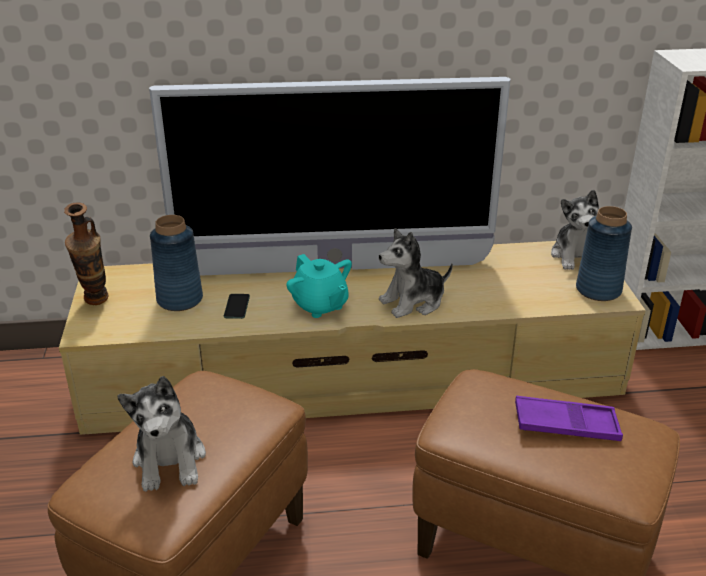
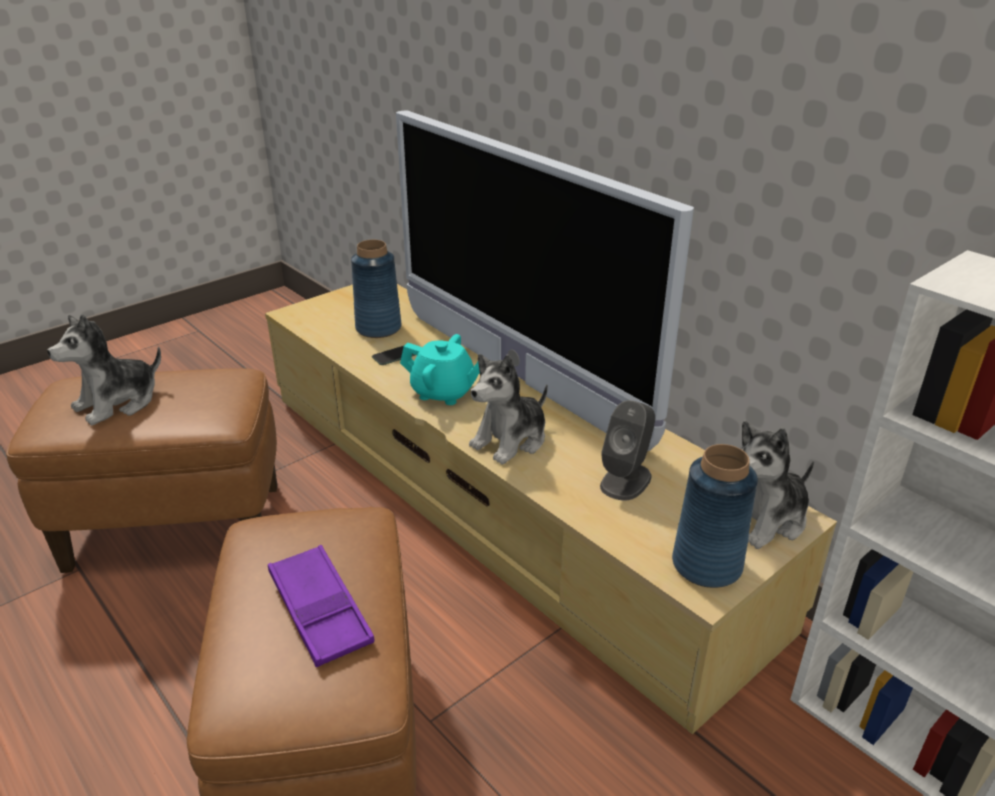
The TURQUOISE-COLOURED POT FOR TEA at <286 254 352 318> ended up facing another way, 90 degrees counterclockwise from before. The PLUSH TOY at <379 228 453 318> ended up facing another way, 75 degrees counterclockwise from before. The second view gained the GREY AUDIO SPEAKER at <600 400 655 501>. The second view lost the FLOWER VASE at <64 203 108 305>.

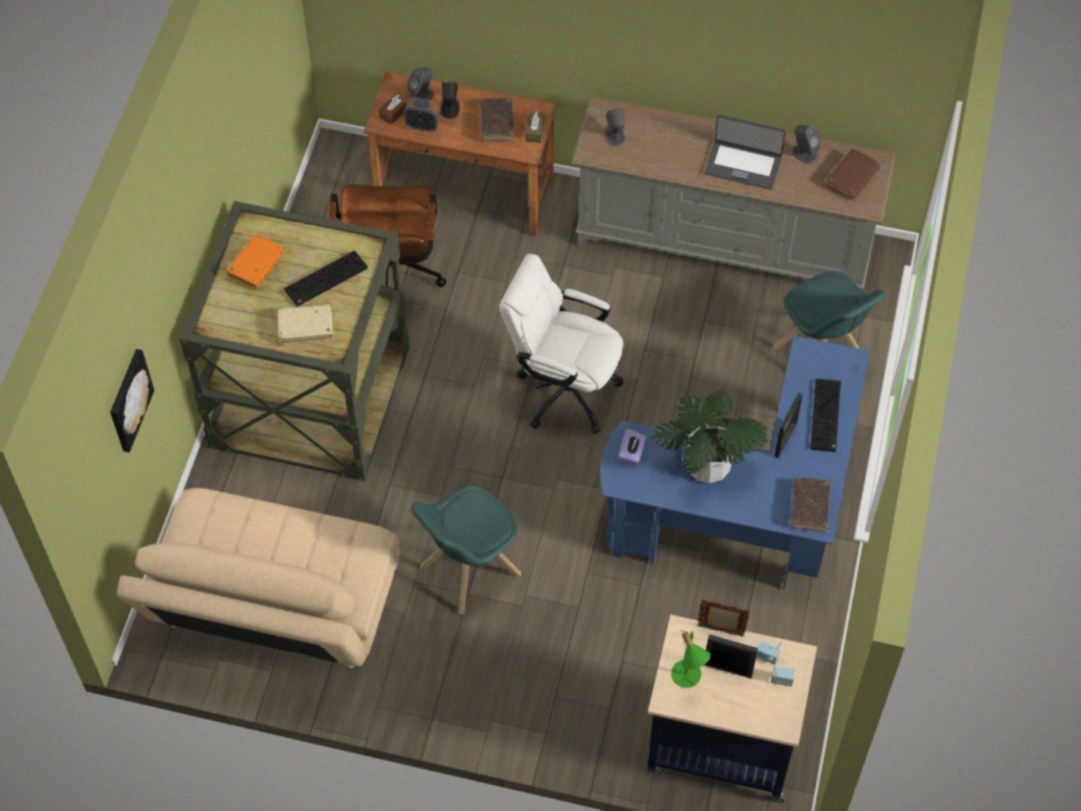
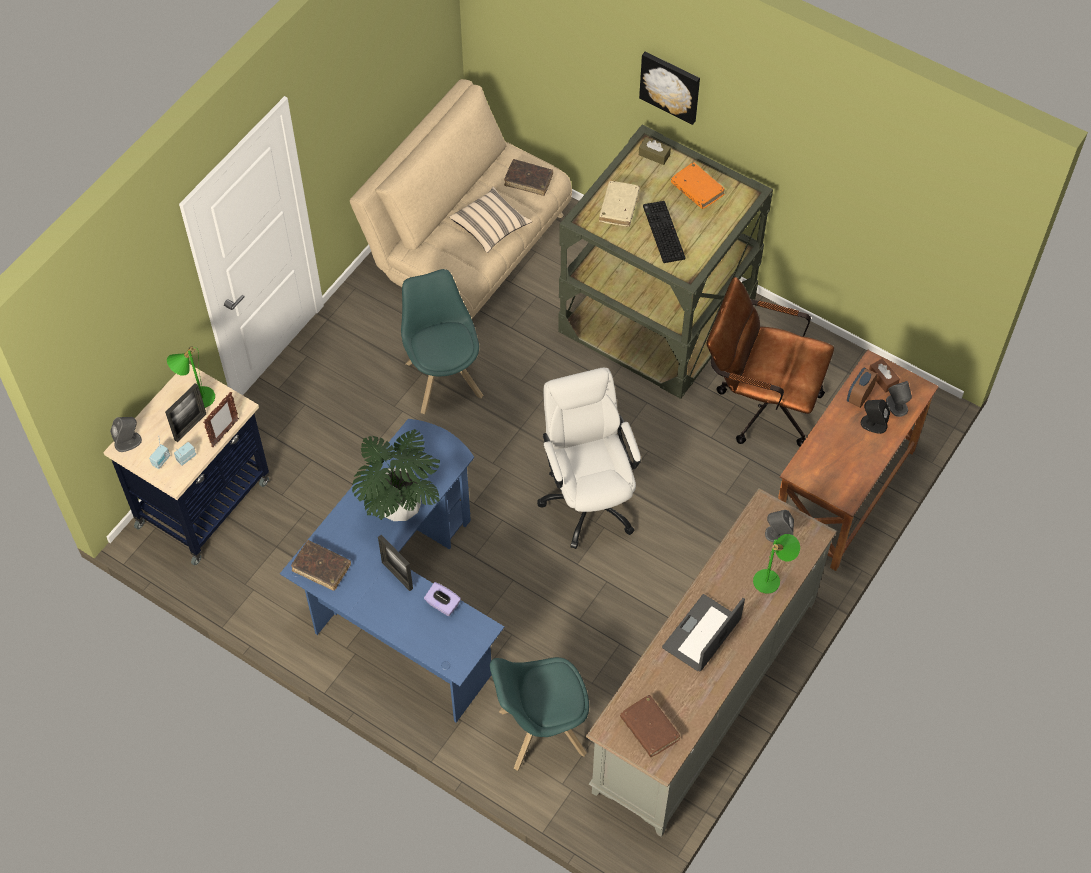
The GREY AUDIO SPEAKER ended up elsewhere, having gone from <792 125 821 164> to <110 417 142 452>. The PURPLE-COLOURED TISSUE BOX ended up elsewhere, having gone from <619 429 646 466> to <424 582 461 616>. The second view gained the BEIGE PILLOW at <449 187 532 253>. The BROWN BOUND BOOK ended up elsewhere, having gone from <480 98 514 141> to <504 159 553 196>. The WHITE-COLOURED COMPUTER CHAIR at <499 254 624 434> ended up facing another way, 60 degrees counterclockwise from before. The PICTURE ended up elsewhere, having gone from <110 349 154 453> to <639 52 700 125>. The BROWN TISSUE BOX ended up elsewhere, having gone from <525 111 545 143> to <639 137 671 165>. The second view gained the GREEN TABLETOP LAMP at <753 534 800 594>. The second view lost the COMPUTER KEYBOARD at <811 379 841 452>.

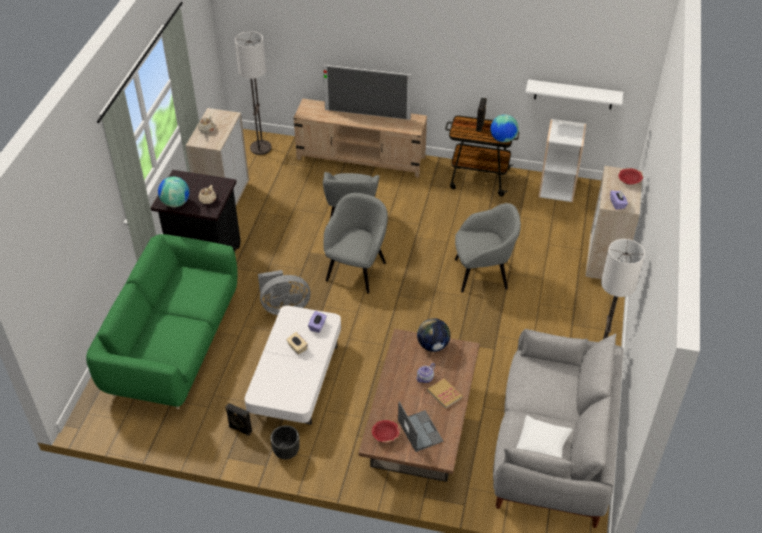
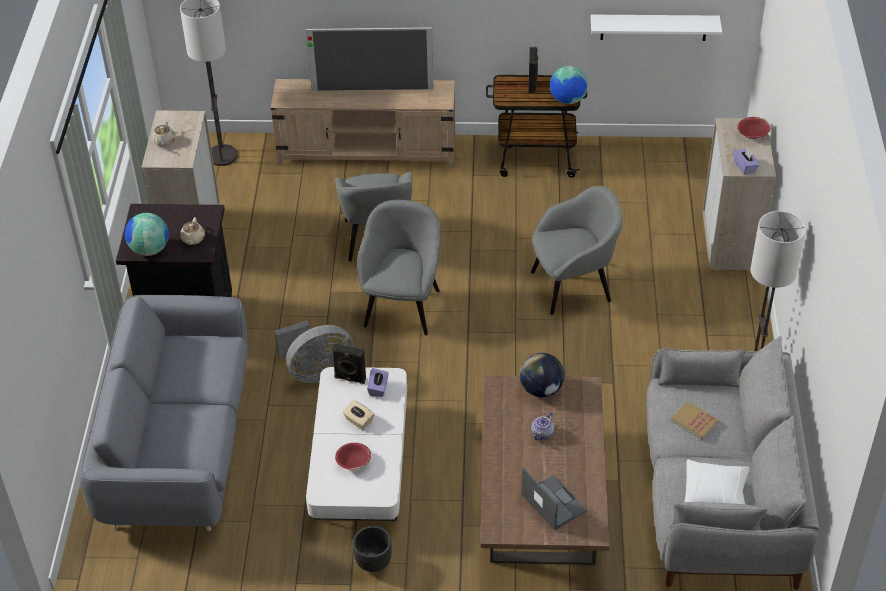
What was the GREEN COUCH at <86 234 237 410> turned into the GREY COUCH at <79 295 248 531>. The BLACKISH AUDIO SPEAKER ended up elsewhere, having gone from <225 403 252 436> to <332 344 366 384>. The RED-COLOURED DEEP DISH ended up elsewhere, having gone from <372 420 400 442> to <335 443 371 470>. The BOUND BOOK ended up elsewhere, having gone from <427 378 463 409> to <671 401 719 440>. The second view lost the BOOKSHELF at <538 119 586 202>.

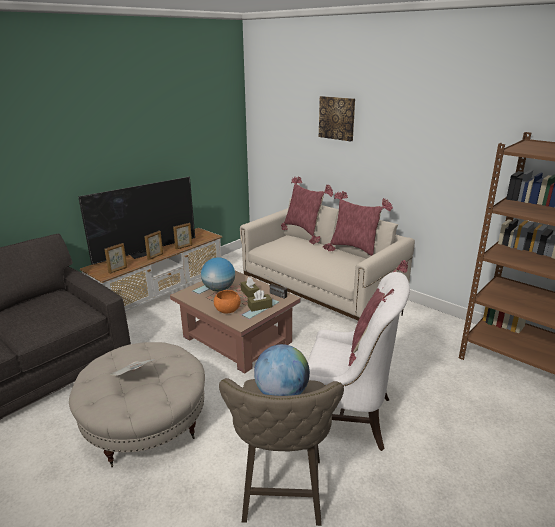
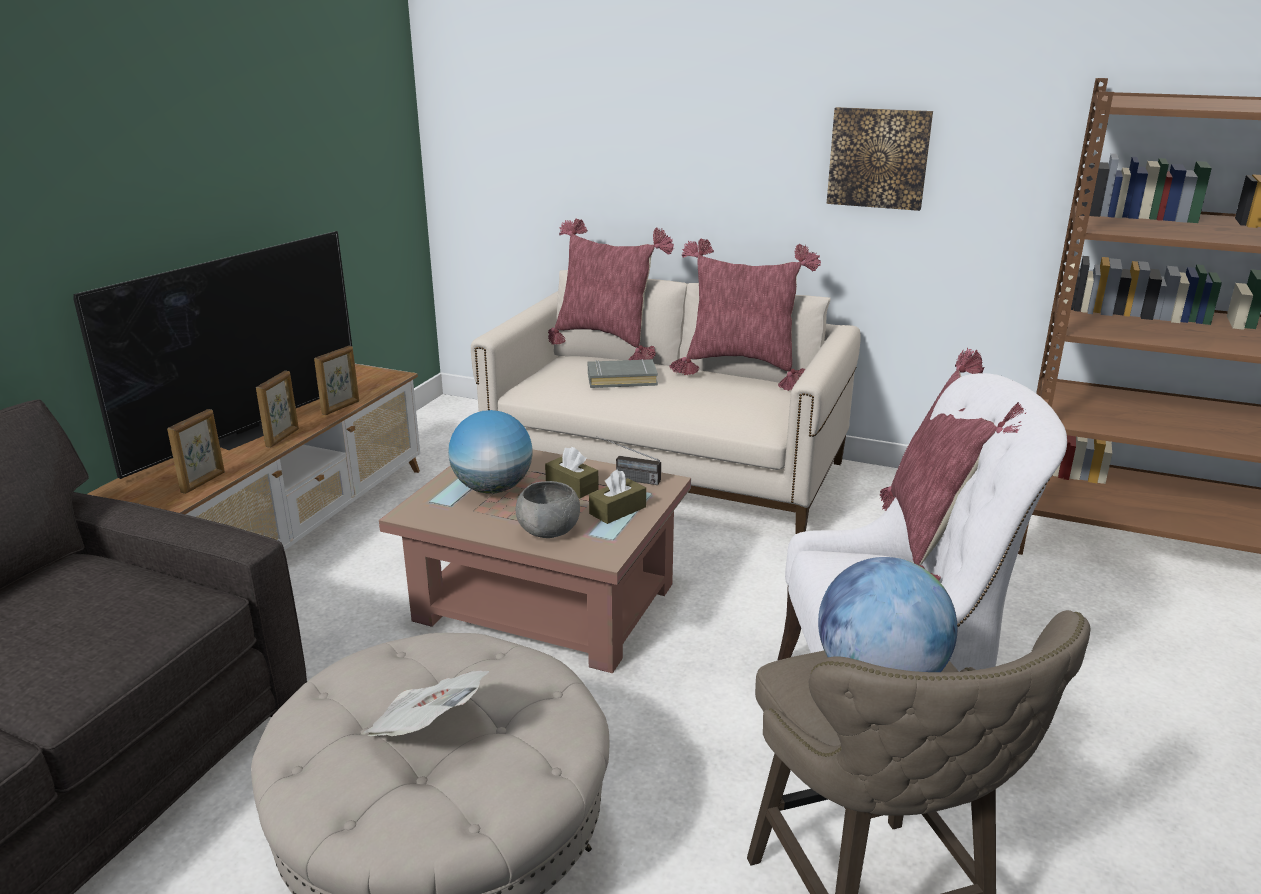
What was the ORANGE-COLOURED DEEP DISH at <214 290 241 314> turned into the GREY DEEP DISH at <516 481 580 538>. The second view gained the GREY BOUND BOOK at <588 359 658 388>. The PICTURE ended up elsewhere, having gone from <319 96 355 142> to <827 107 933 211>.

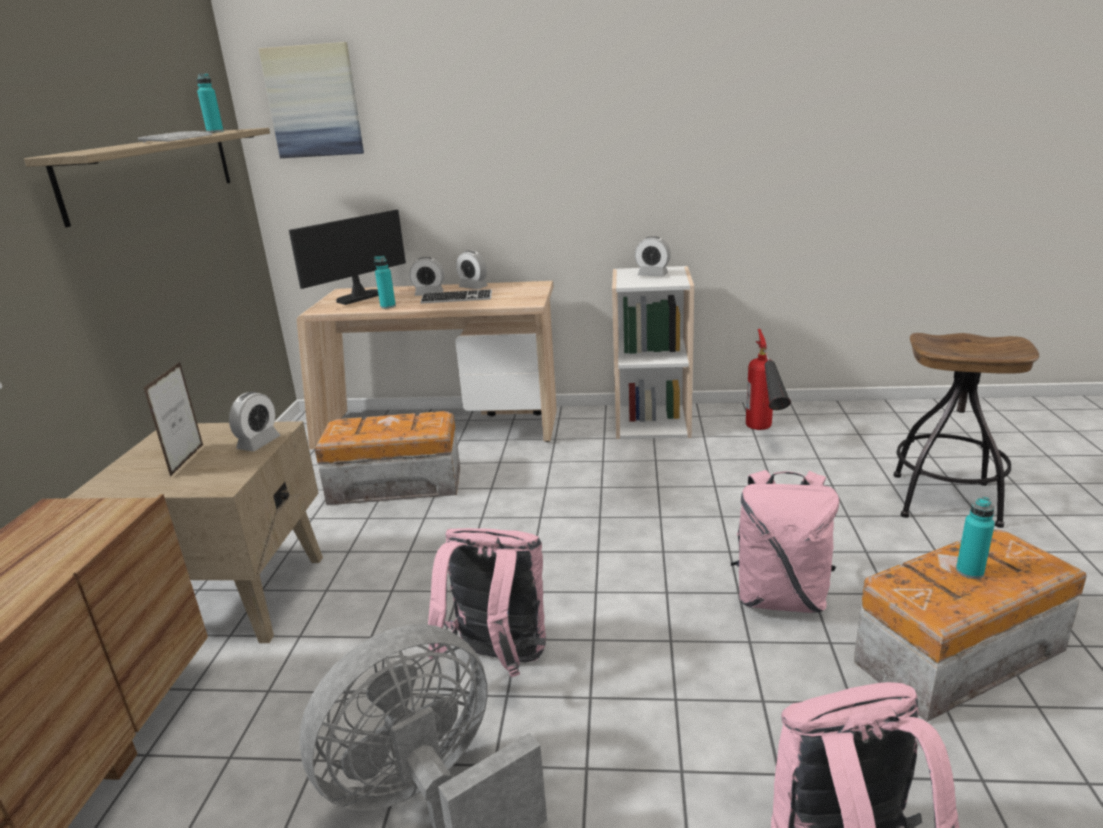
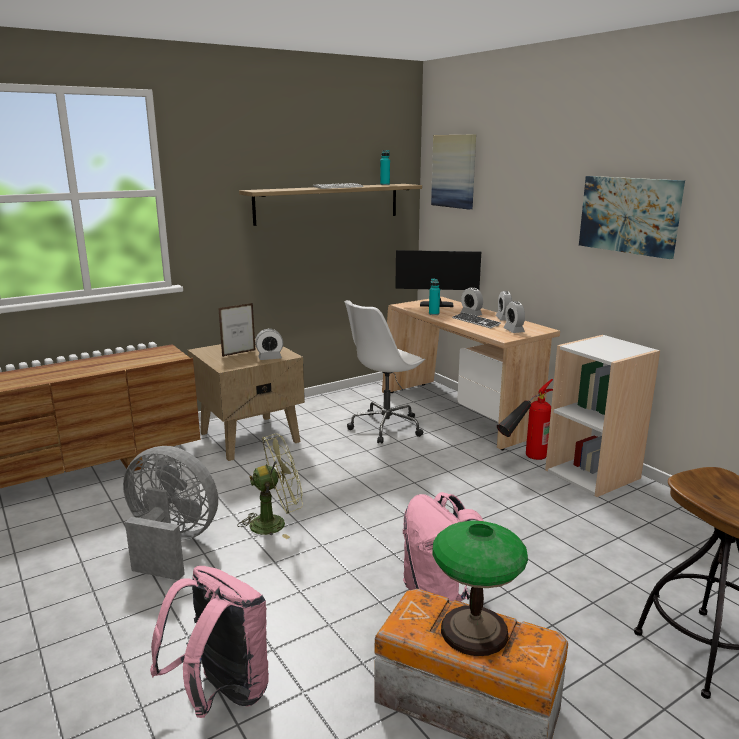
Where the PINKISH RUCKSACK stood at <427 528 546 677>, the GREEN COOLING FAN came to stand at <238 434 303 539>. Where the STORAGE BIN stood at <315 411 460 505>, the WHITE-COLOURED COMPUTER CHAIR came to stand at <344 300 426 444>. Where the TURQUOISE-COLOURED DRINK BOTTLE stood at <956 497 995 579>, the TABLETOP LAMP came to stand at <432 521 528 656>. The FIRE-FIGHTING CYLINDER ended up elsewhere, having gone from <746 329 791 430> to <497 379 553 460>. The TABLE CLOCK ended up elsewhere, having gone from <635 236 671 276> to <503 301 525 333>. The second view gained the PICTURE at <579 176 685 259>.

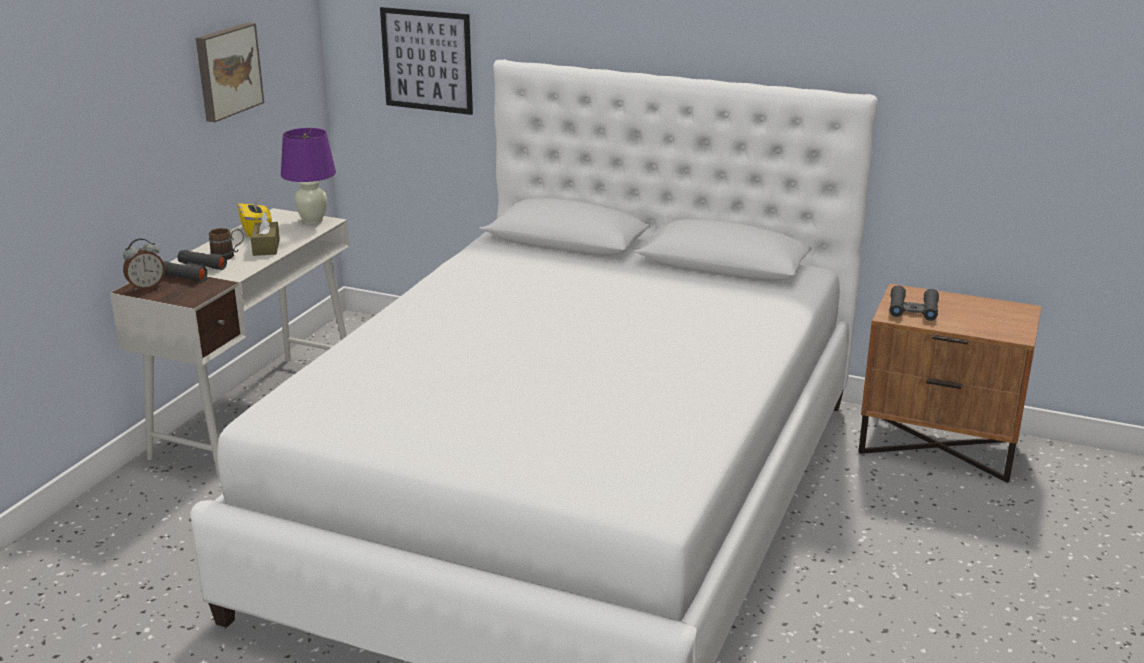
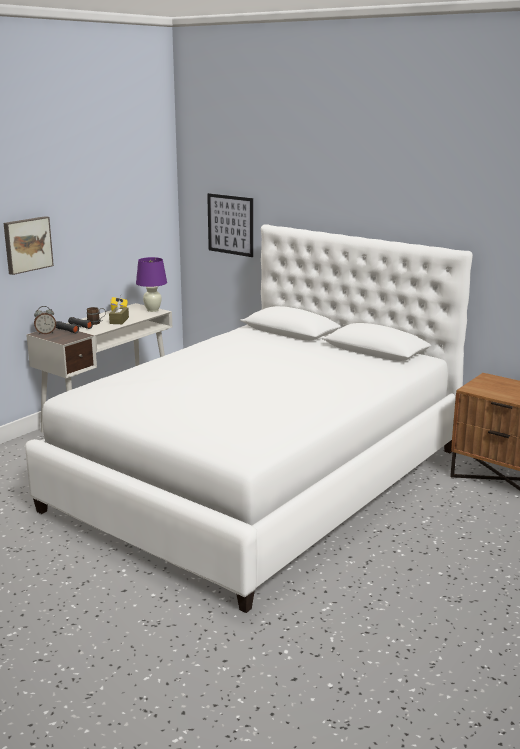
The PICTURE ended up elsewhere, having gone from <196 23 264 122> to <3 216 54 275>. The second view lost the BLACKISH PAIR OF BINOCULARS at <889 285 939 321>.

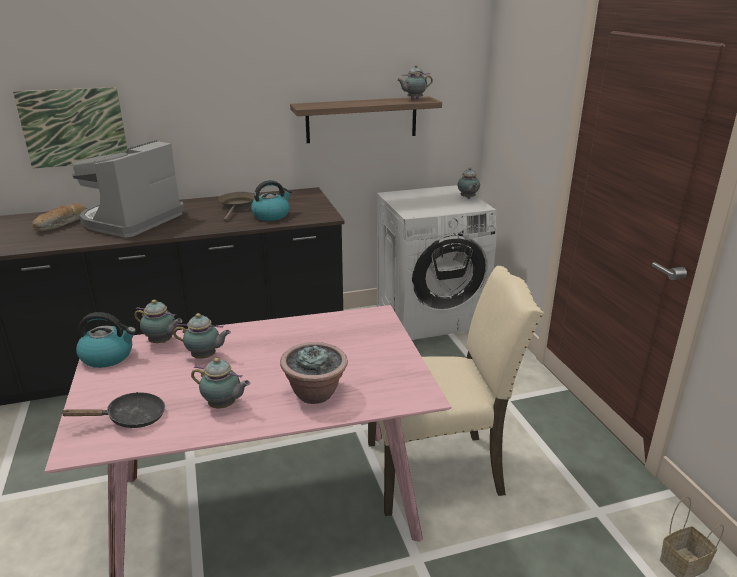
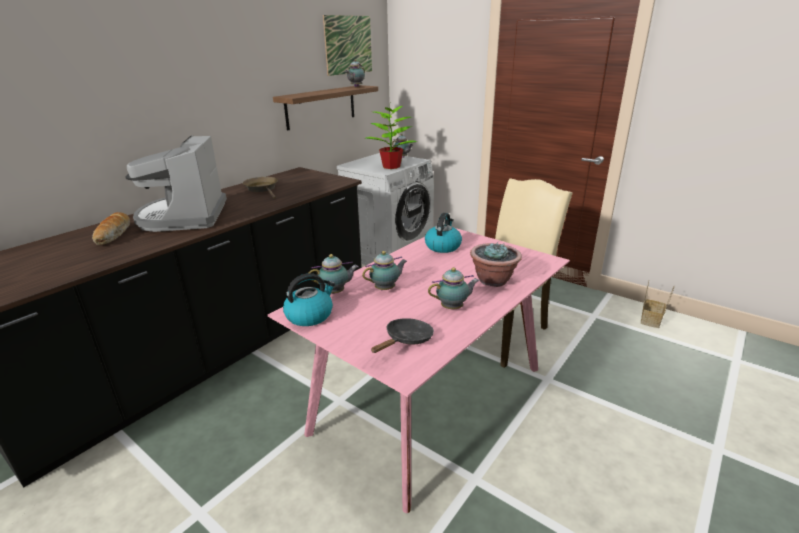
The PICTURE ended up elsewhere, having gone from <13 87 128 169> to <323 15 372 76>. The second view gained the POTTED PLANT at <365 106 417 169>. The TEA KETTLE ended up elsewhere, having gone from <251 180 292 221> to <425 213 462 253>.

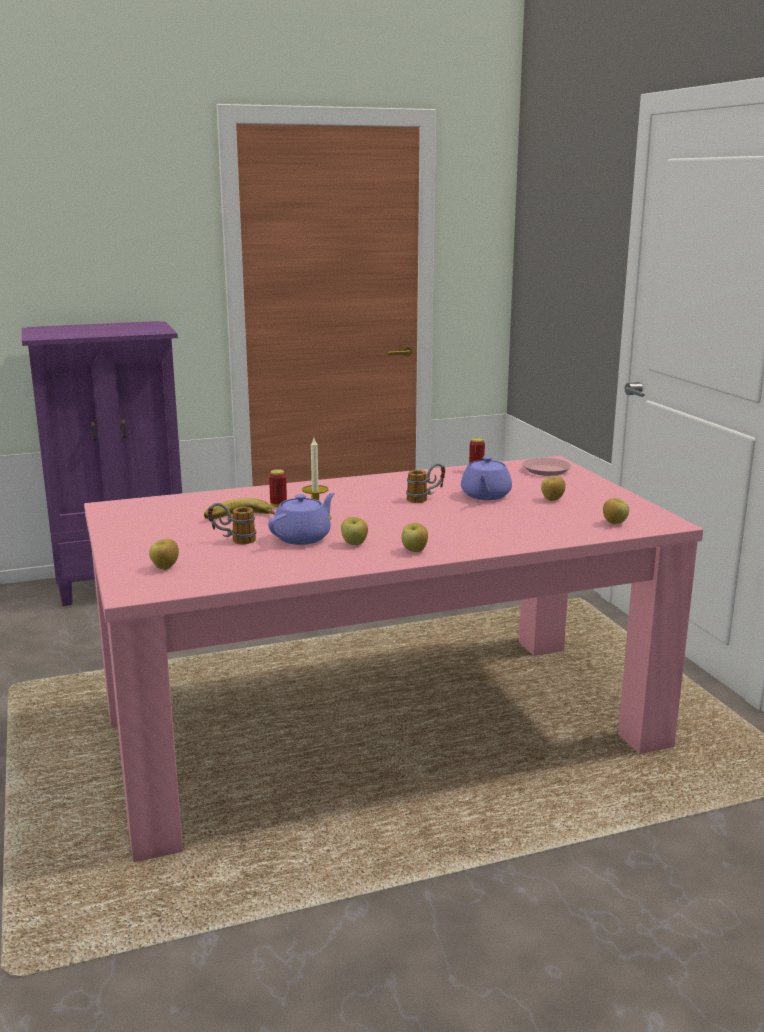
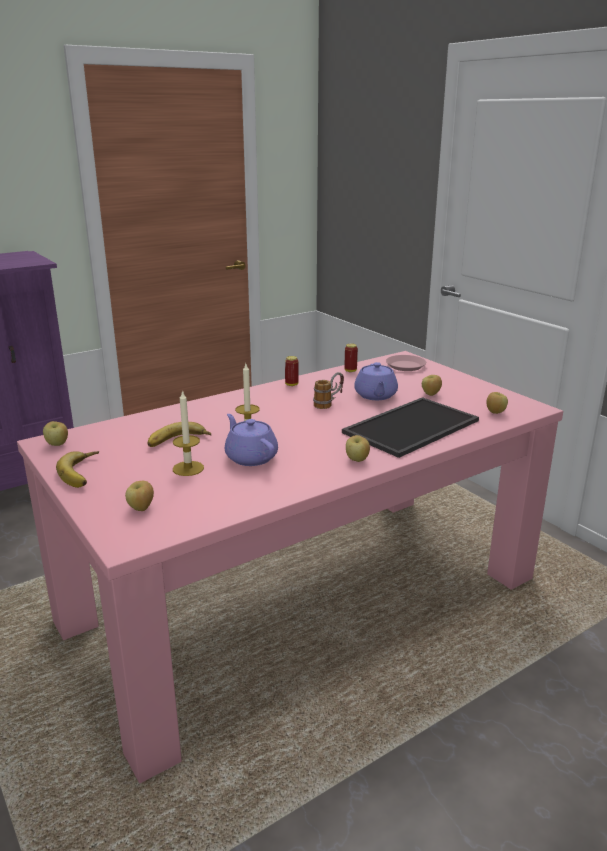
The APPLE ended up elsewhere, having gone from <341 517 368 545> to <43 421 68 446>. The second view gained the BANANA at <56 451 99 488>. Where the MUG stood at <208 503 256 544>, the WAX LIGHT came to stand at <173 390 204 476>. The PURPLE-COLOURED POT FOR TEA at <268 493 335 545> ended up facing another way, 60 degrees counterclockwise from before. The METAL CAN ended up elsewhere, having gone from <269 469 287 507> to <285 356 298 386>. The second view gained the TRAY at <342 397 479 458>.

